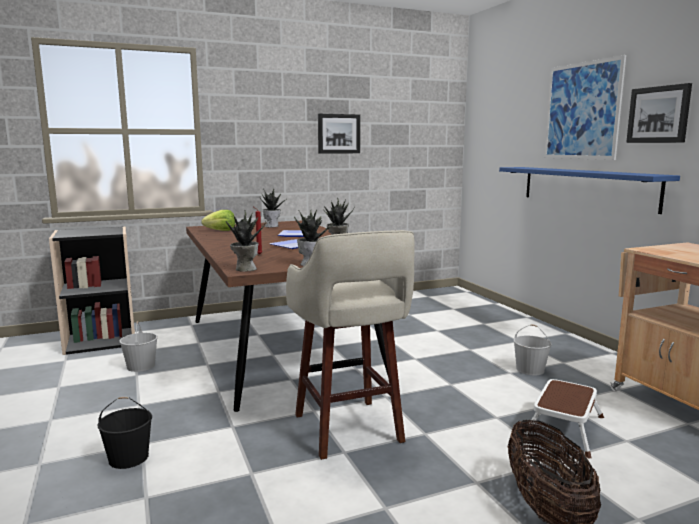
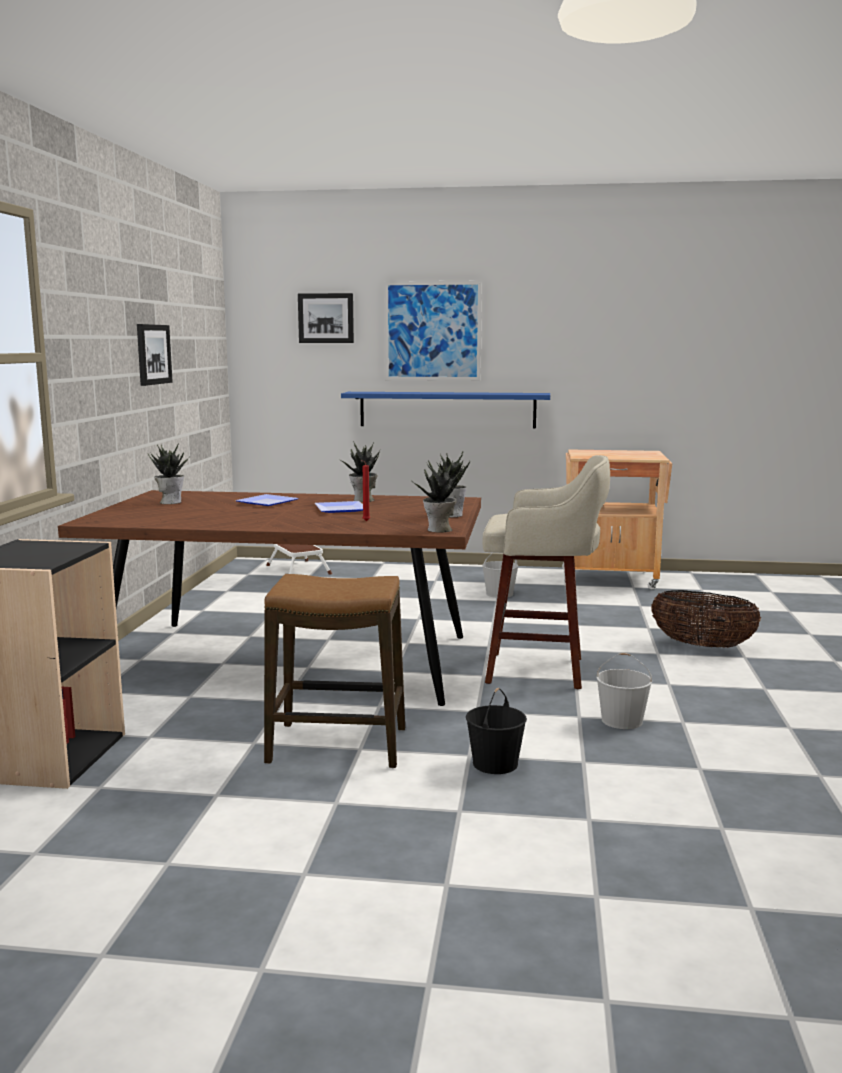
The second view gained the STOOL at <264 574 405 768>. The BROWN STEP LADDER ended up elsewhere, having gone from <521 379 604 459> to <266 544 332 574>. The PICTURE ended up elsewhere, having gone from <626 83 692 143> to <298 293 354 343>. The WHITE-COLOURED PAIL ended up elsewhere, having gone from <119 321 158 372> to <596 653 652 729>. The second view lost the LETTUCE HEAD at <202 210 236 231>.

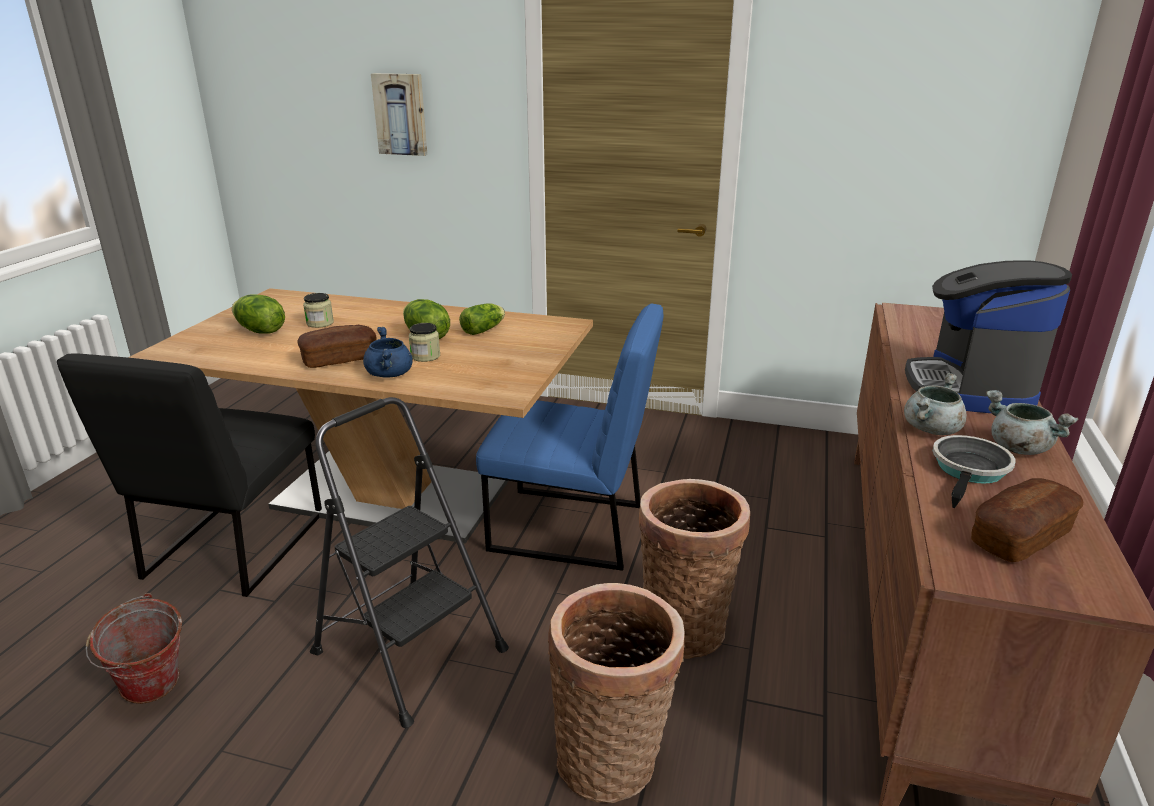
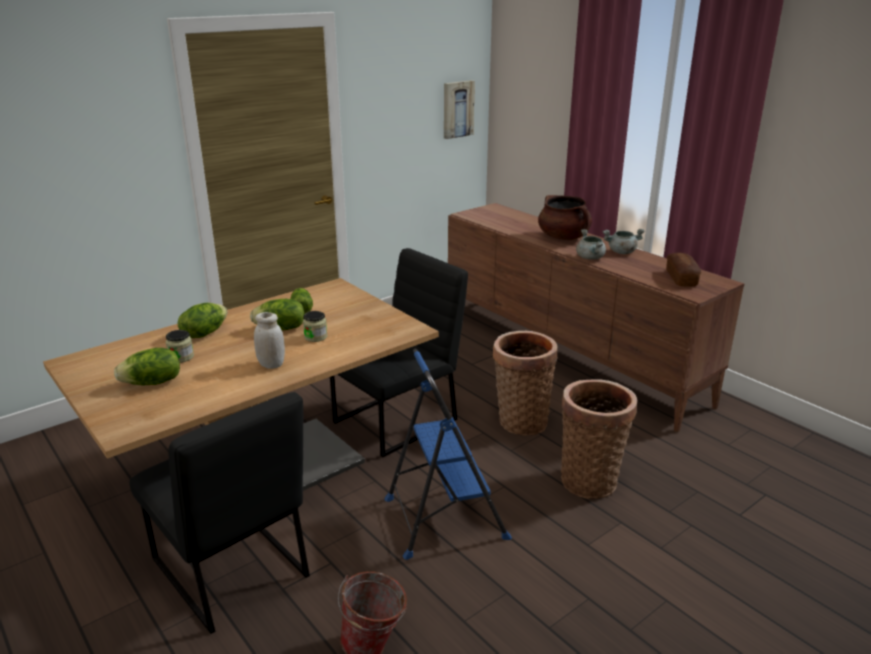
The second view gained the LETTUCE HEAD at <177 303 228 338>. Where the BREAD stood at <298 325 377 368>, the WHITE-COLOURED STORAGE JAR came to stand at <254 312 285 369>. What was the BLUE-COLOURED CHAIR at <476 303 663 571> turned into the BLACKISH CHAIR at <330 248 468 458>. What was the BLACKISH STEP LADDER at <310 397 509 728> turned into the BLUE-COLOURED STEP LADDER at <384 349 512 560>. The PICTURE ended up elsewhere, having gone from <371 73 427 156> to <444 80 475 139>. Where the COFFEE MACHINE stood at <905 260 1072 413>, the BROWN COOKING POT came to stand at <538 195 592 240>. The second view lost the BLUE-COLOURED COOKING POT at <363 327 413 377>. The second view lost the PAN at <933 435 1015 508>.

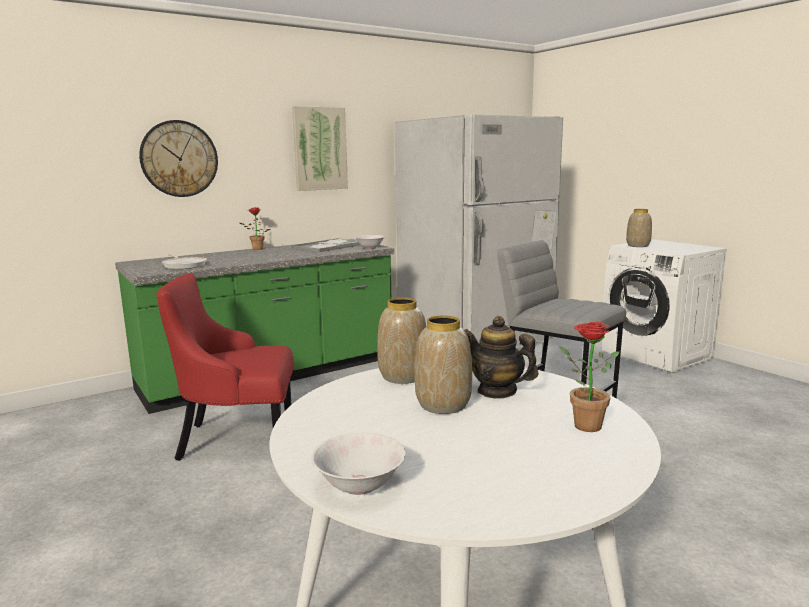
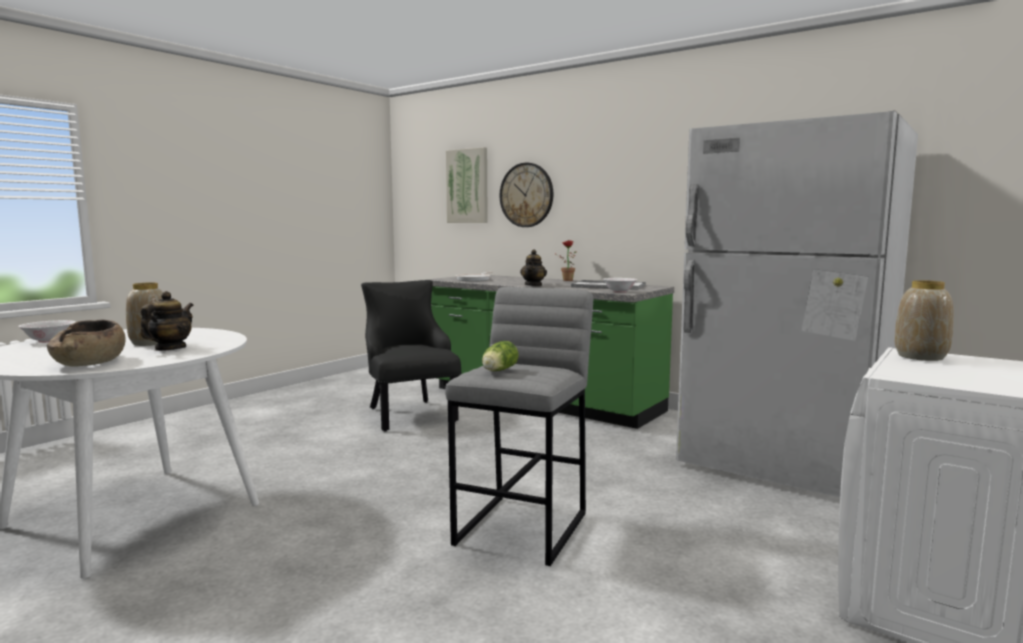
Where the POTTED PLANT stood at <559 322 619 432>, the BROWN DEEP DISH came to stand at <47 320 126 367>. What was the RED-COLOURED CHAIR at <156 273 294 461> turned into the BLACKISH CHAIR at <361 280 462 431>. The PICTURE ended up elsewhere, having gone from <292 106 348 191> to <446 147 488 223>. The second view gained the LETTUCE HEAD at <482 341 518 371>. The second view gained the POT FOR TEA at <520 249 547 286>. The second view lost the FLOWER VASE at <377 297 426 384>.

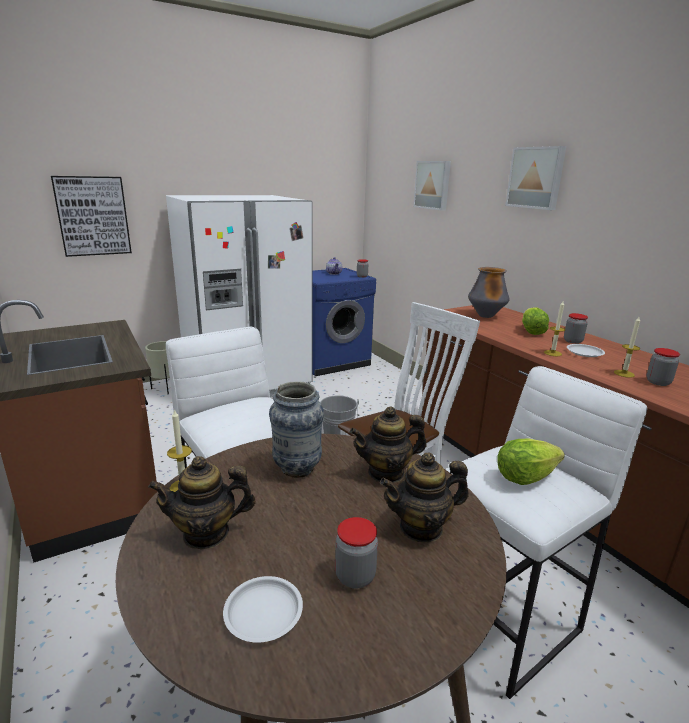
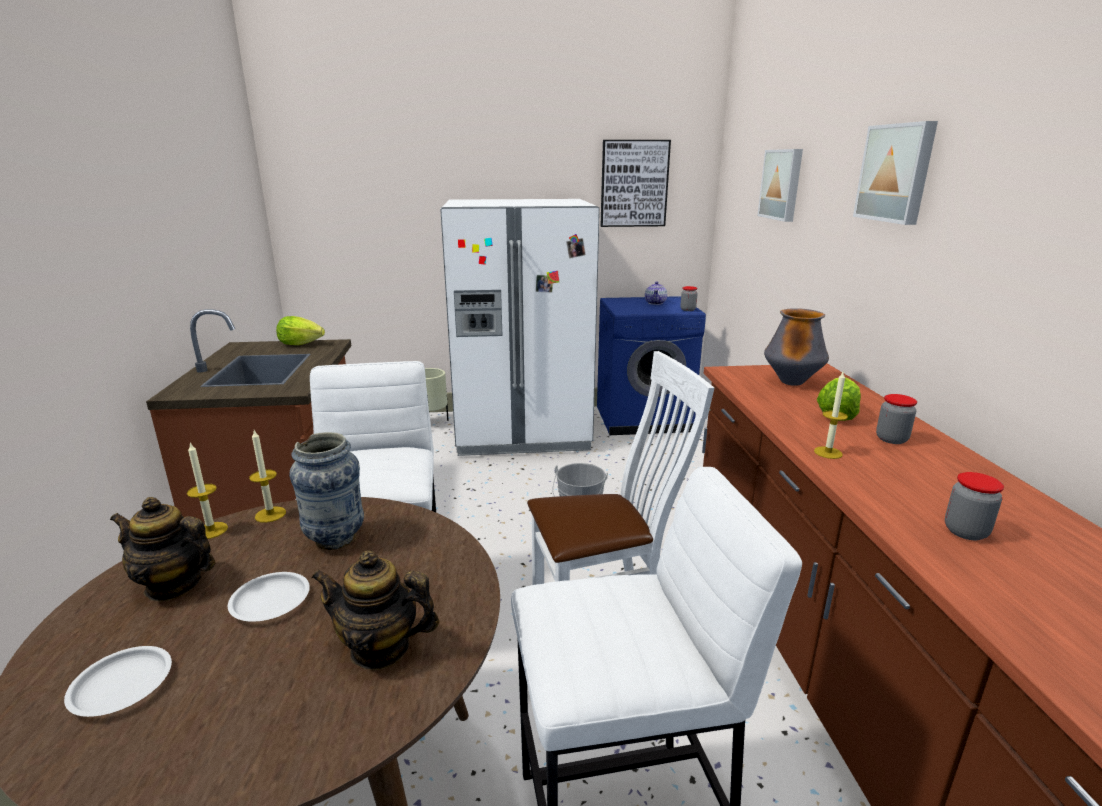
The WHITE-COLOURED DINNER PLATE ended up elsewhere, having gone from <567 344 605 357> to <228 572 310 622>. The WAX LIGHT ended up elsewhere, having gone from <614 317 640 378> to <249 430 286 523>. The LETTUCE HEAD ended up elsewhere, having gone from <497 438 565 485> to <276 316 325 345>. The PICTURE ended up elsewhere, having gone from <51 176 132 257> to <600 140 671 227>. The second view lost the STORAGE JAR at <335 517 378 589>. The second view lost the POT FOR TEA at <350 407 427 483>.

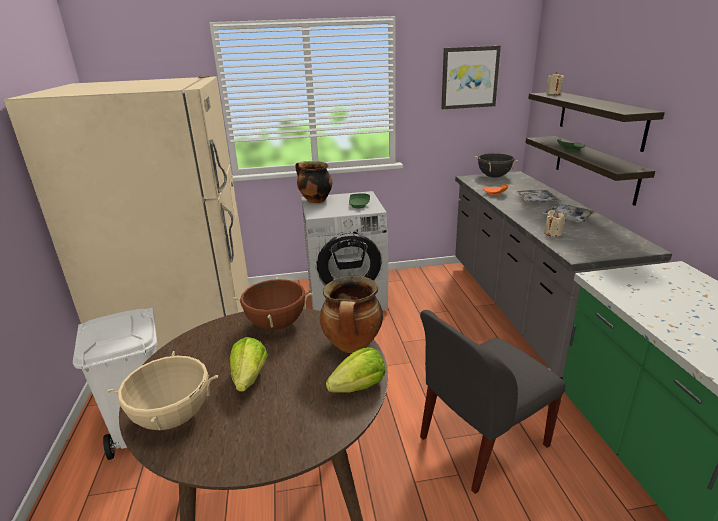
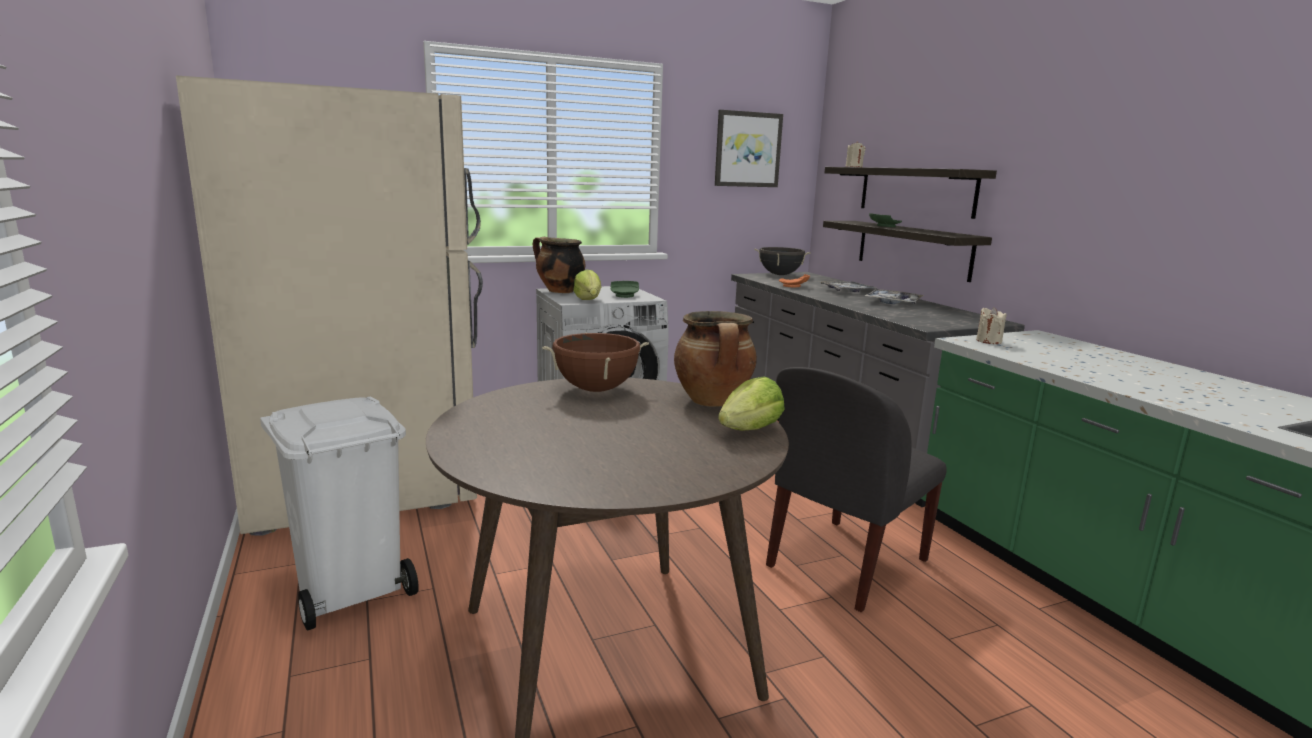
The LETTUCE HEAD ended up elsewhere, having gone from <230 337 267 392> to <573 269 601 300>. The BEIGE WAX LIGHT ended up elsewhere, having gone from <544 210 565 237> to <976 307 1007 344>. The second view lost the BEIGE COOKING POT at <108 351 218 430>.

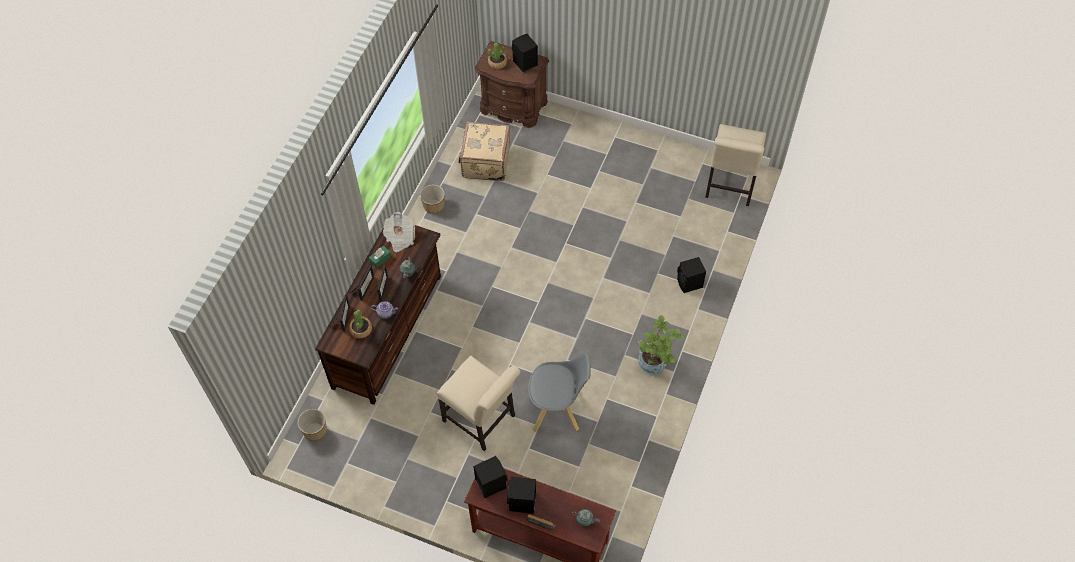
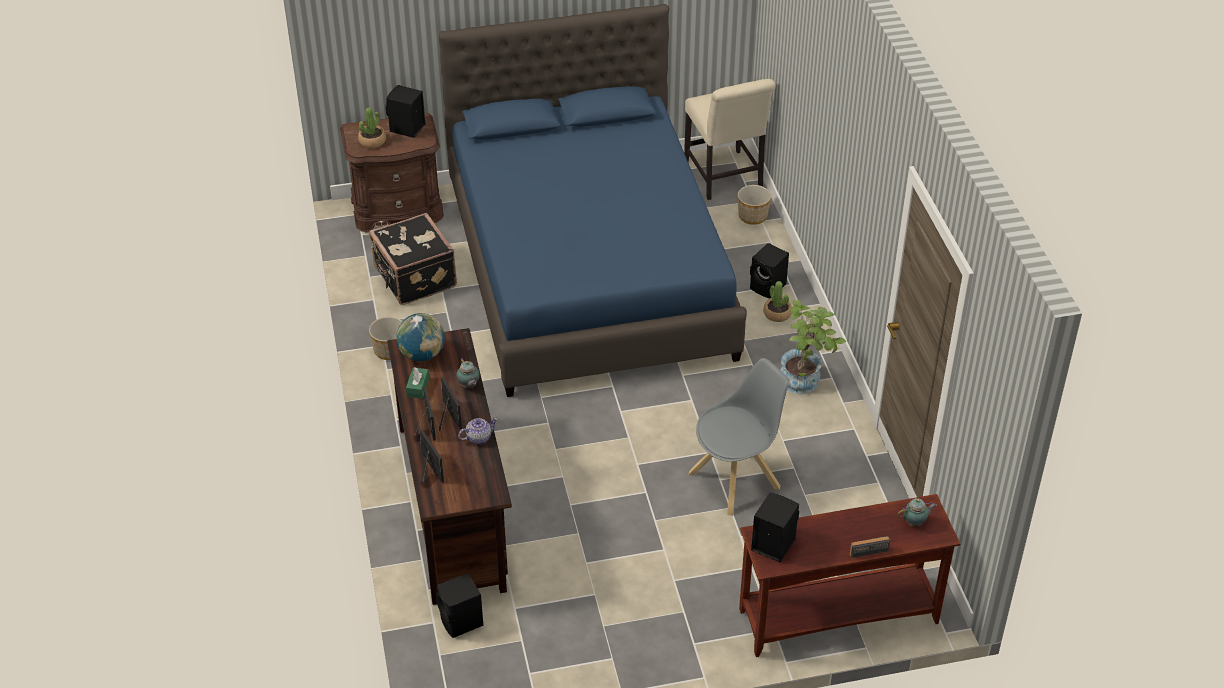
What was the BEIGE TRAVEL CASE at <459 121 510 181> turned into the BLACKISH TRAVEL CASE at <369 213 457 305>. Where the DAILY PAPER stood at <383 212 415 252>, the DESK GLOBE came to stand at <397 313 445 361>. The BLACKISH AUDIO SPEAKER ended up elsewhere, having gone from <507 476 536 514> to <436 573 483 638>. The second view gained the BLUE-COLOURED SLEEPING BED at <439 4 747 397>. The PLANTER ended up elsewhere, having gone from <298 409 327 441> to <738 185 771 225>. The POTTED PLANT ended up elsewhere, having gone from <349 310 372 338> to <764 281 792 322>. The second view lost the BEIGE CHAIR at <437 356 520 451>.

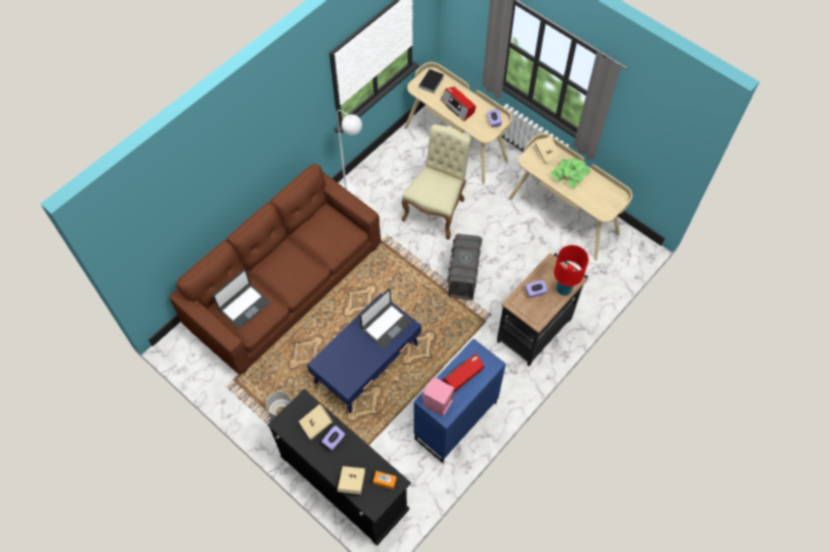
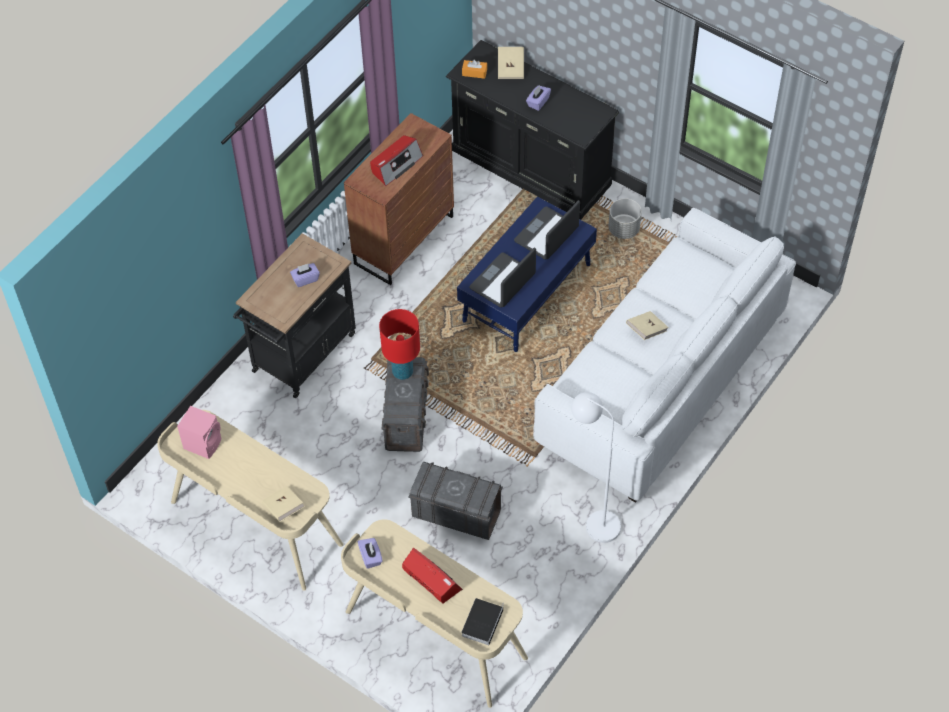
The PINKISH AUDIO SPEAKER ended up elsewhere, having gone from <422 377 454 416> to <177 406 222 459>. What was the BLUE-COLOURED CHEST OF DRAWERS at <414 338 506 463> turned into the BROWN CHEST OF DRAWERS at <344 113 454 285>. The RED-COLOURED TABLETOP LAMP ended up elsewhere, having gone from <554 245 589 295> to <379 309 420 380>. Where the BEIGE CHAIR stood at <402 124 471 240>, the GREY STORAGE BIN came to stand at <408 462 503 540>. The PORTABLE COMPUTER ended up elsewhere, having gone from <213 269 270 329> to <514 200 580 260>. What was the BROWN COUCH at <169 164 381 375> turned into the WHITE-COLOURED COUCH at <533 208 796 503>. The BEIGE BOUND BOOK ended up elsewhere, having gone from <298 404 333 440> to <626 311 669 340>. The second view lost the POTTED PLANT at <550 158 591 189>.

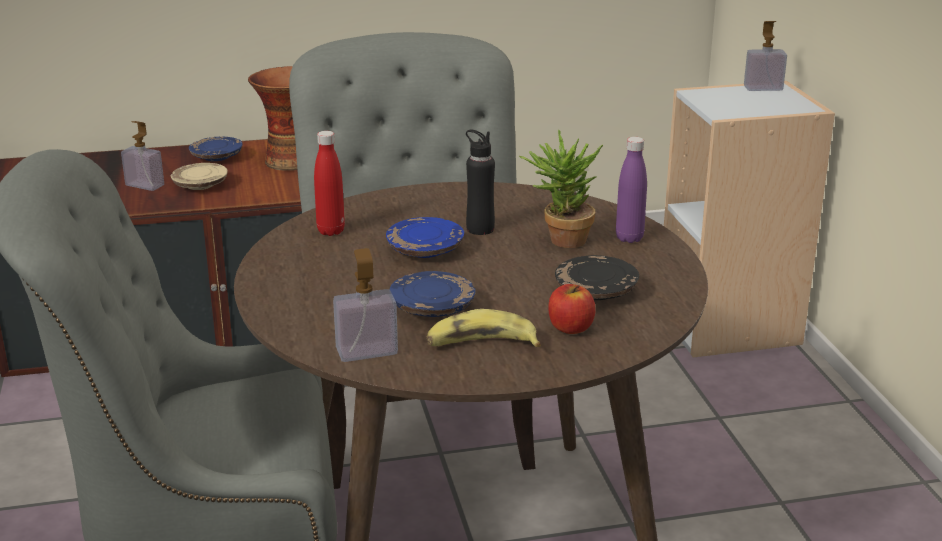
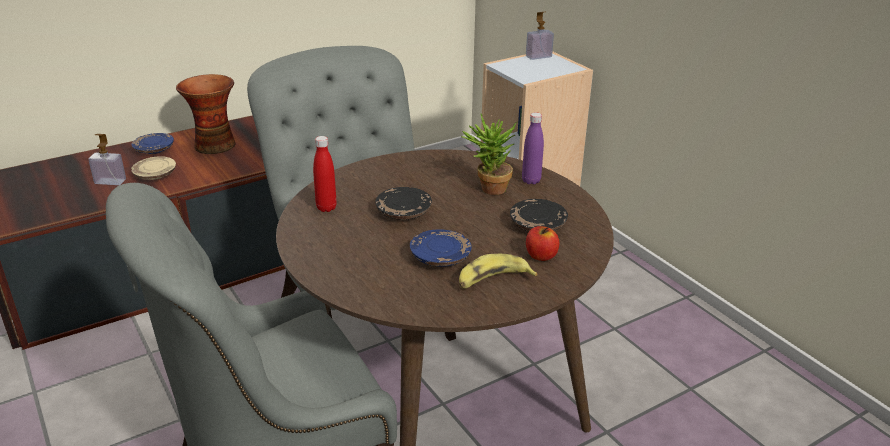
What was the BLUE-COLOURED DINNER PLATE at <386 217 464 258> turned into the BLACKISH DINNER PLATE at <375 187 432 220>. The second view lost the SOAP DISPENSER at <333 248 398 362>. The second view lost the BLACKISH DRINK BOTTLE at <466 130 495 235>.

